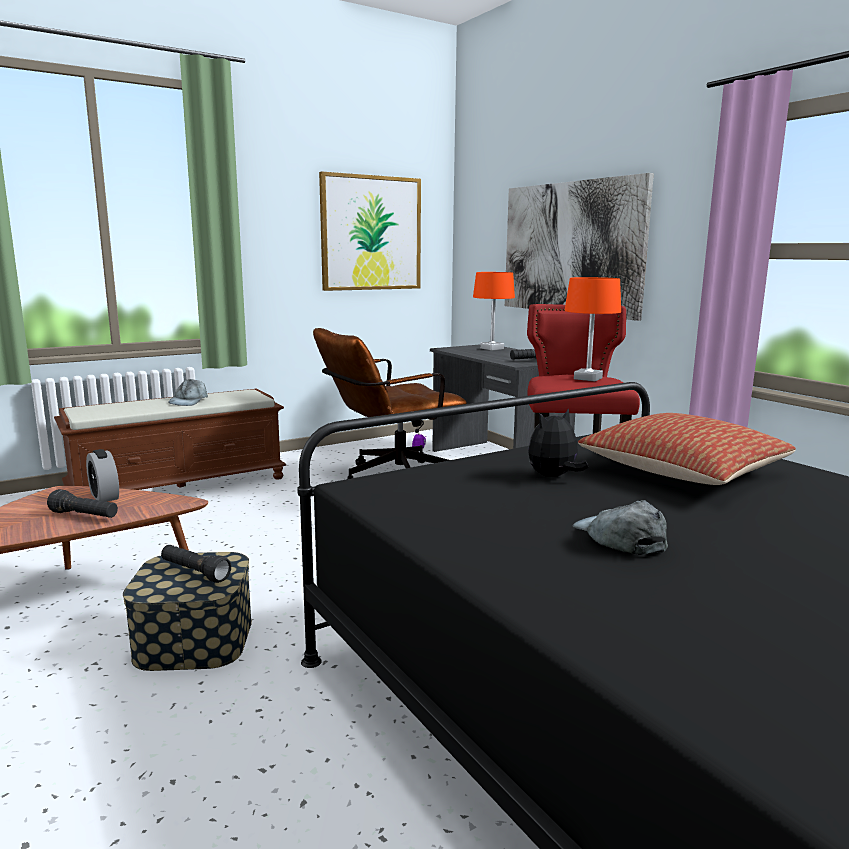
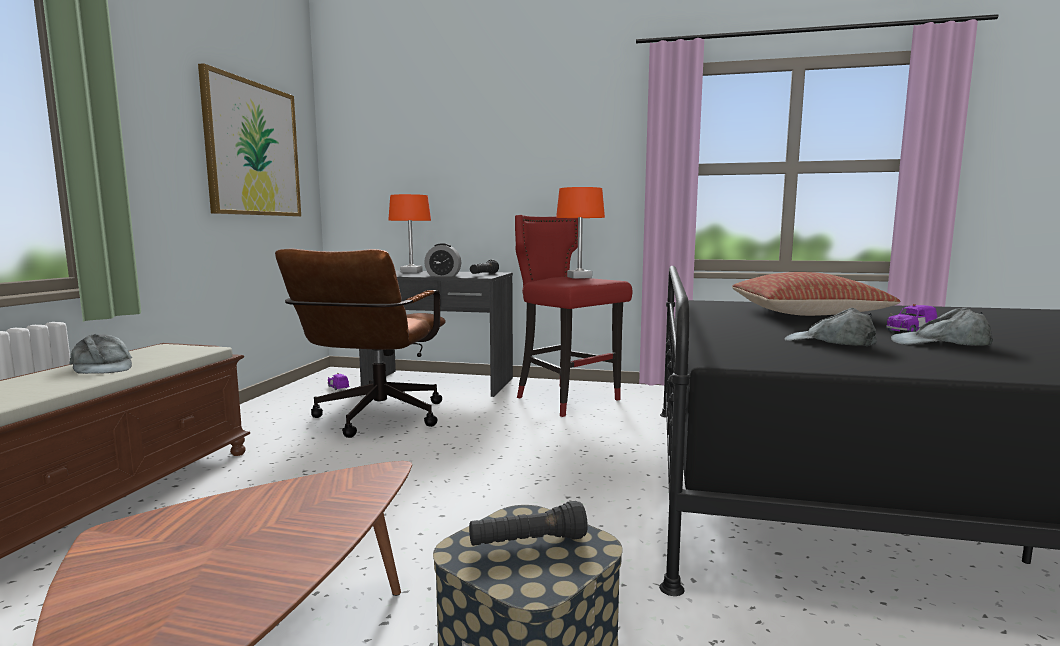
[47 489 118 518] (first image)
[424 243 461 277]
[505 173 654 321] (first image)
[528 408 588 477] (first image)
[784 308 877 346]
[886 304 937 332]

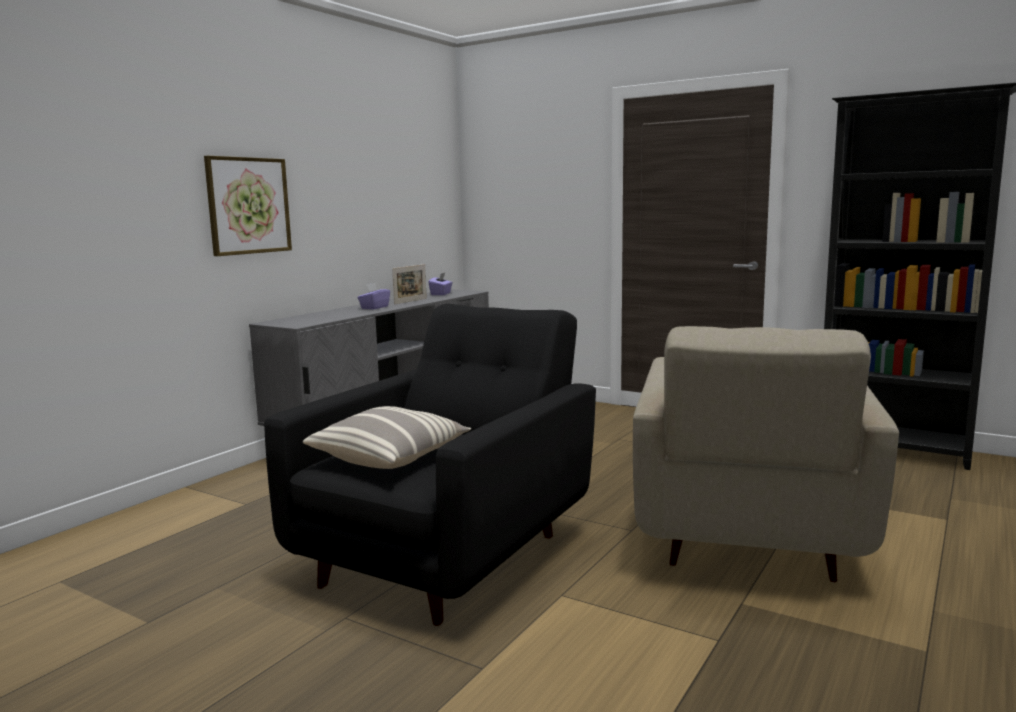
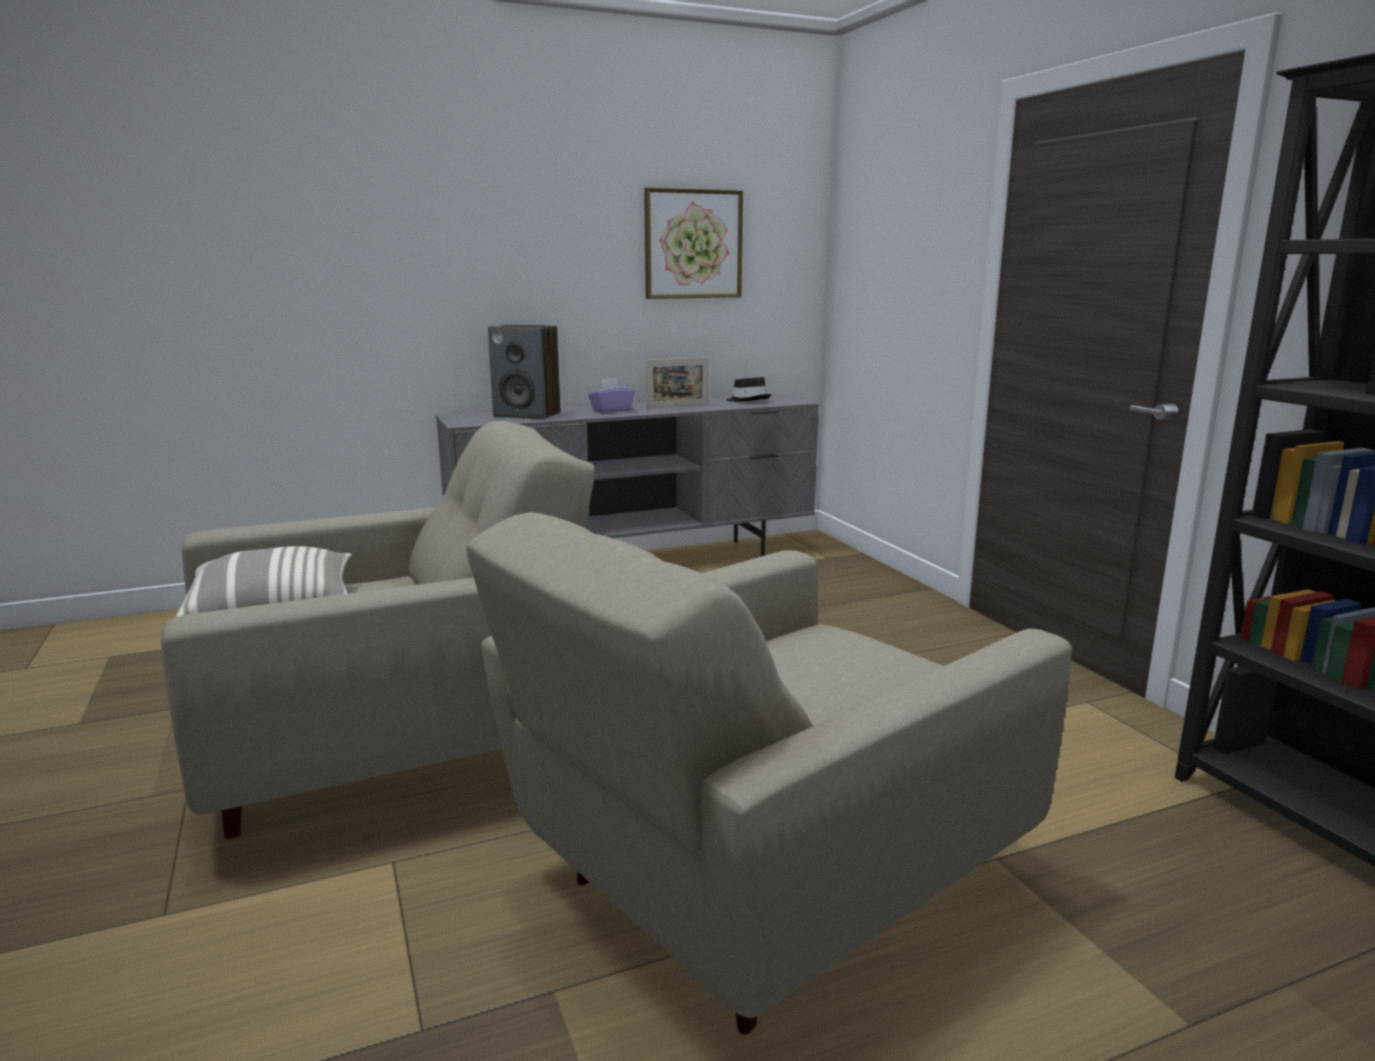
[644 188 743 299]
[161 421 595 839]
[727 377 771 402]
[488 325 560 419]

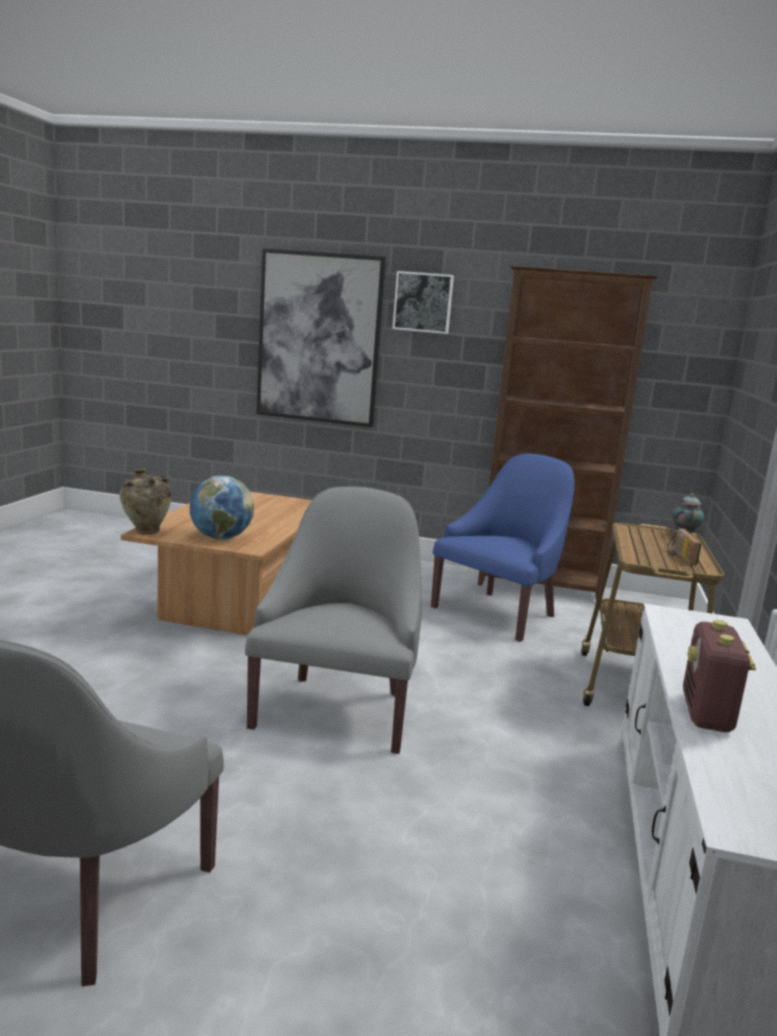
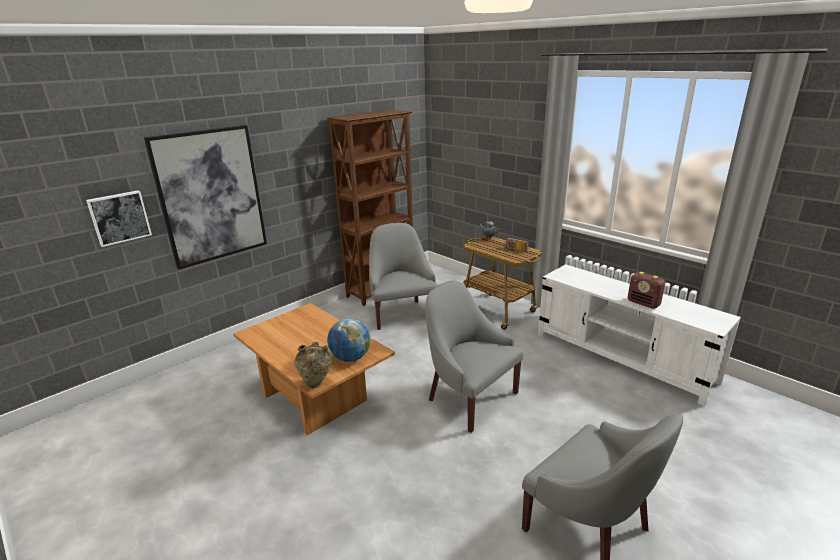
[86 190 152 247]
[369 223 438 330]

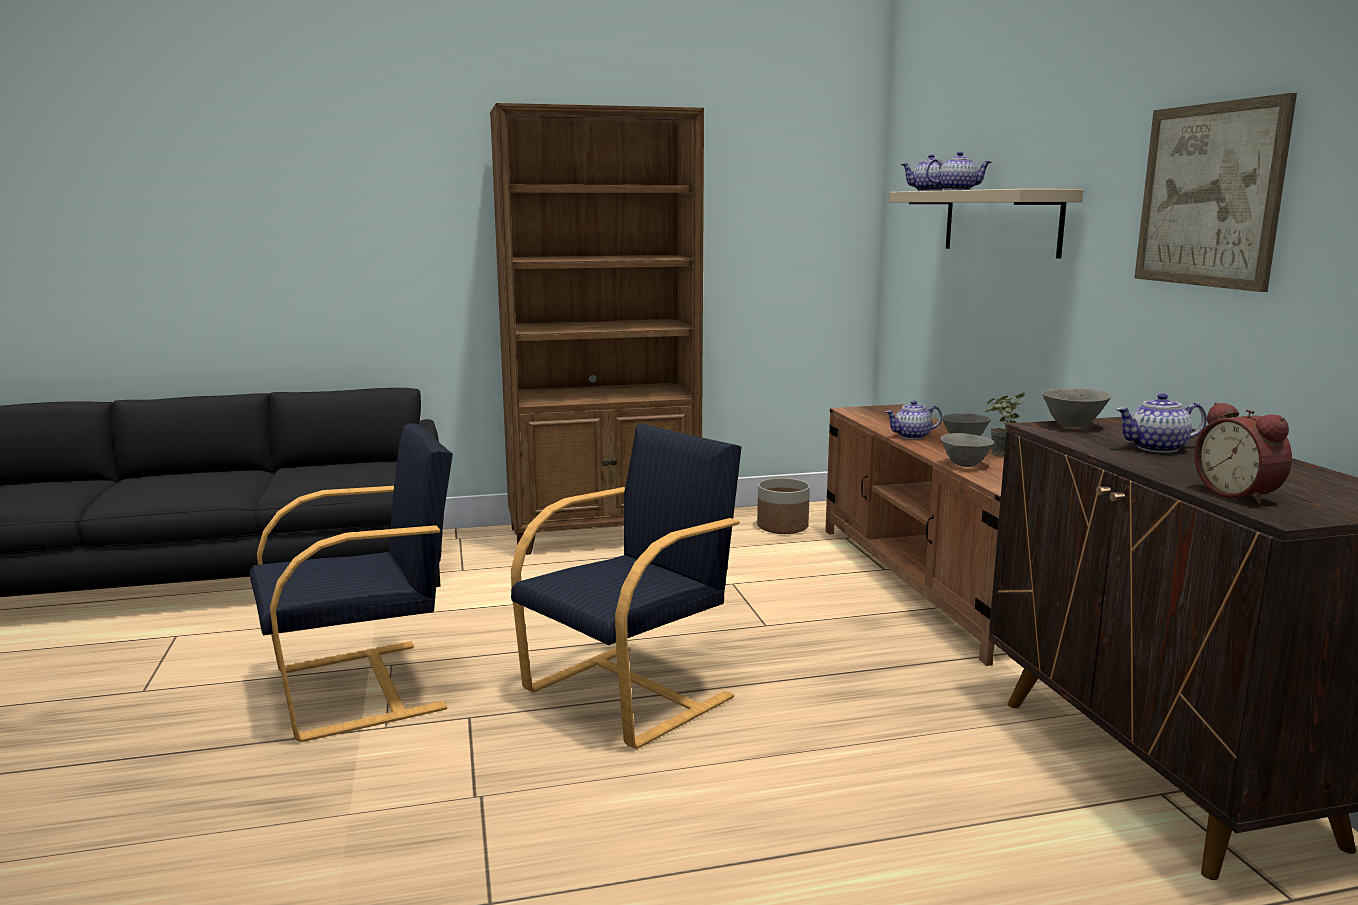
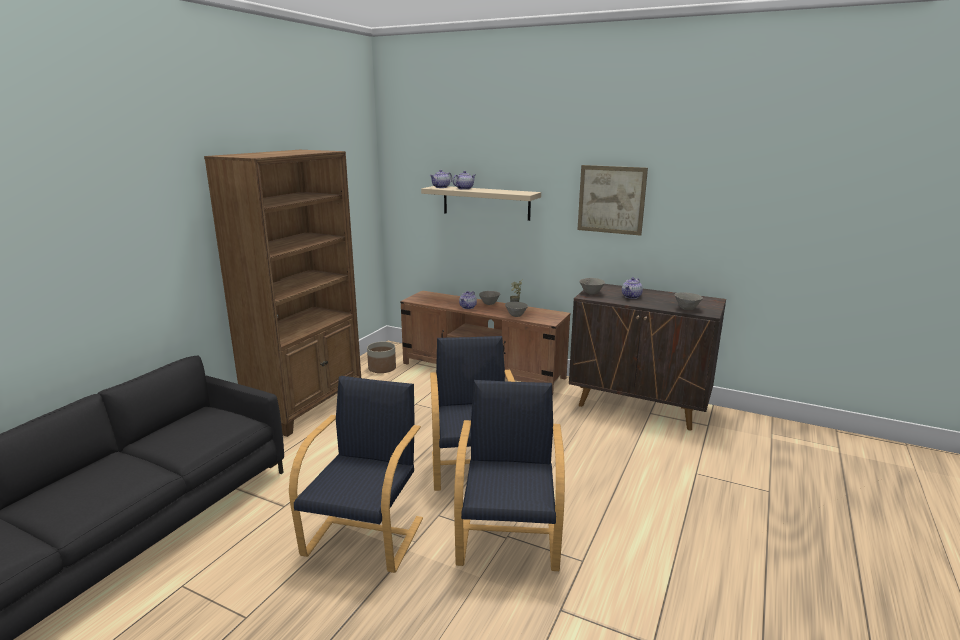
[675 293 703 310]
[454 380 565 571]

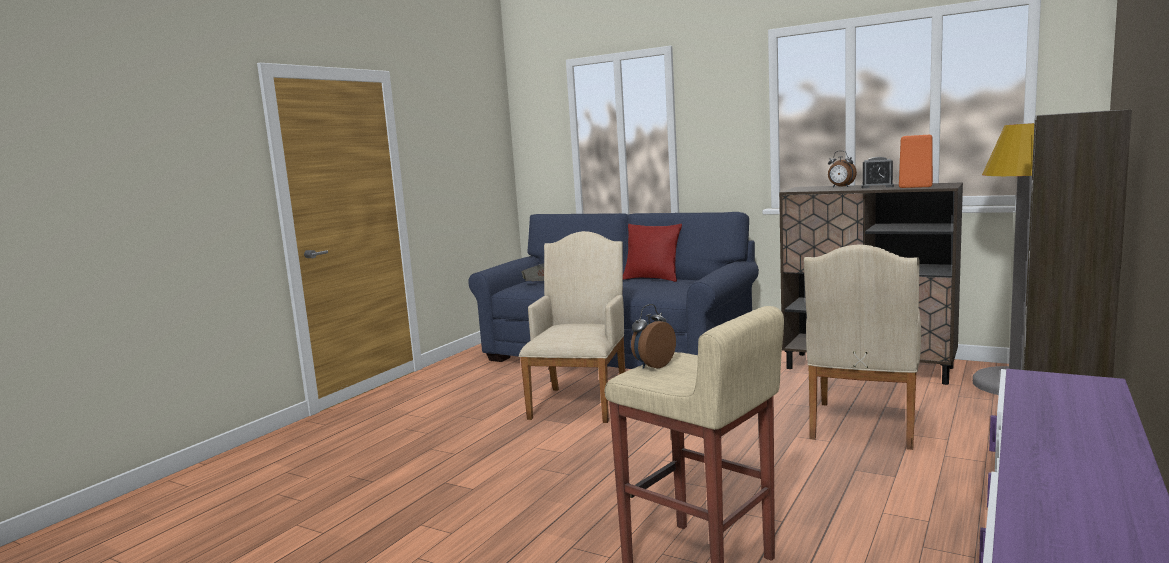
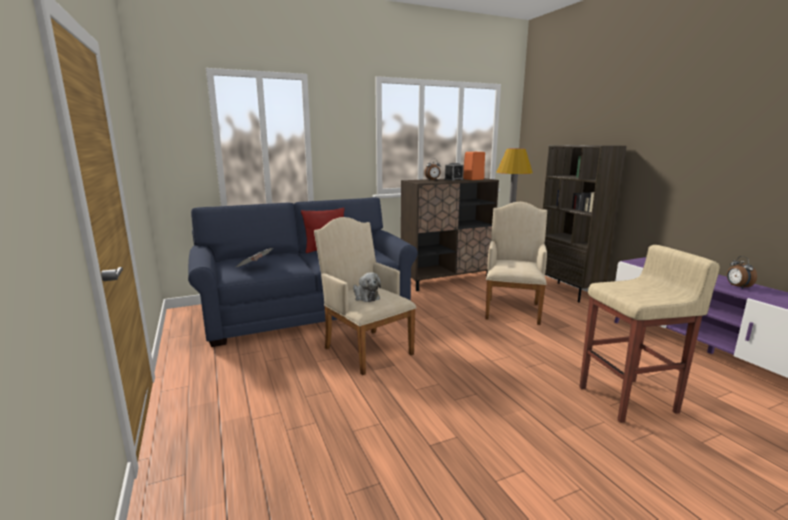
[727 256 757 289]
[485 202 547 325]
[353 272 381 302]

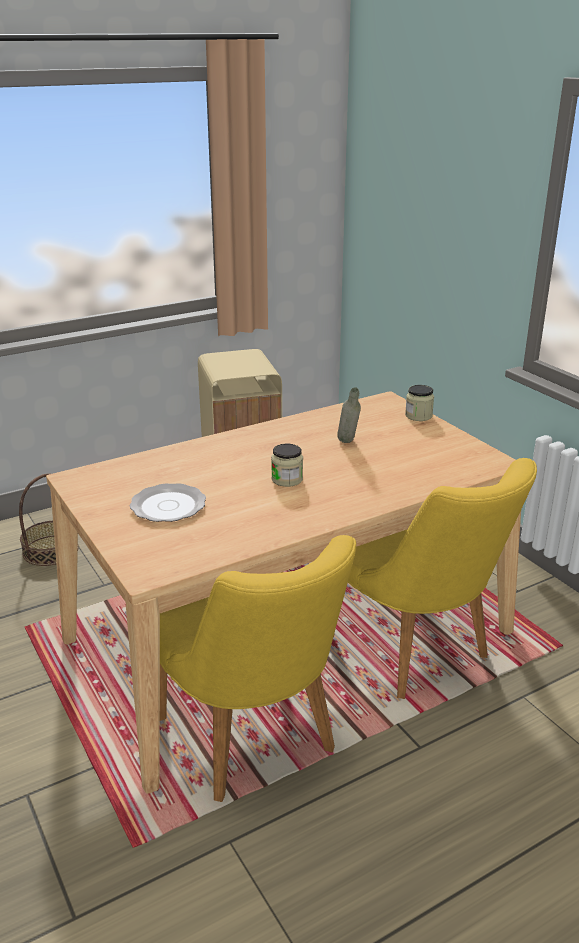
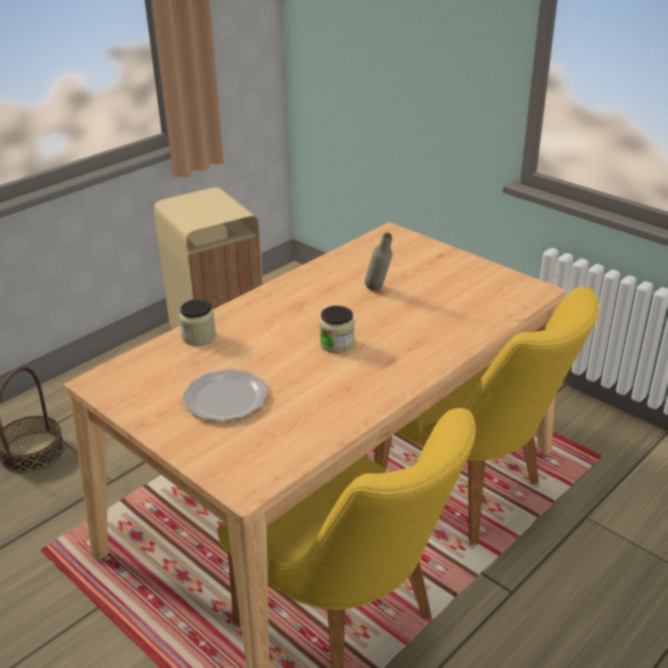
[179 299 216 346]

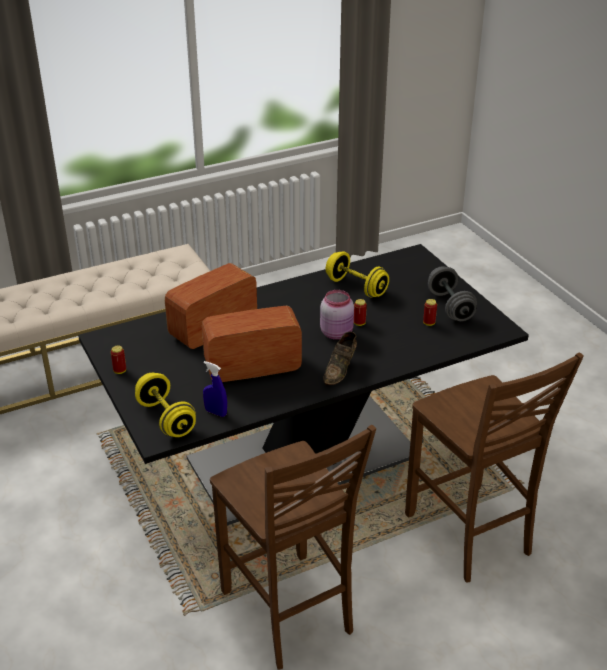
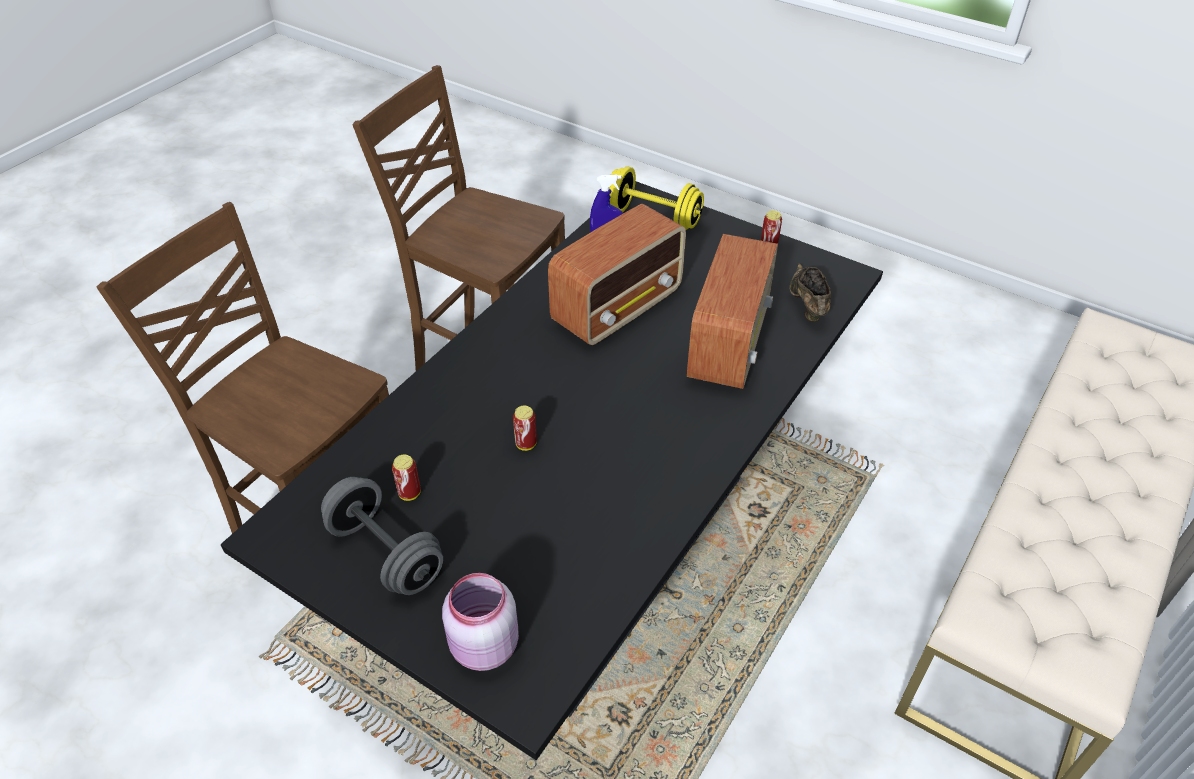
[442 573 519 671]
[789 264 831 322]
[326 251 389 297] (first image)

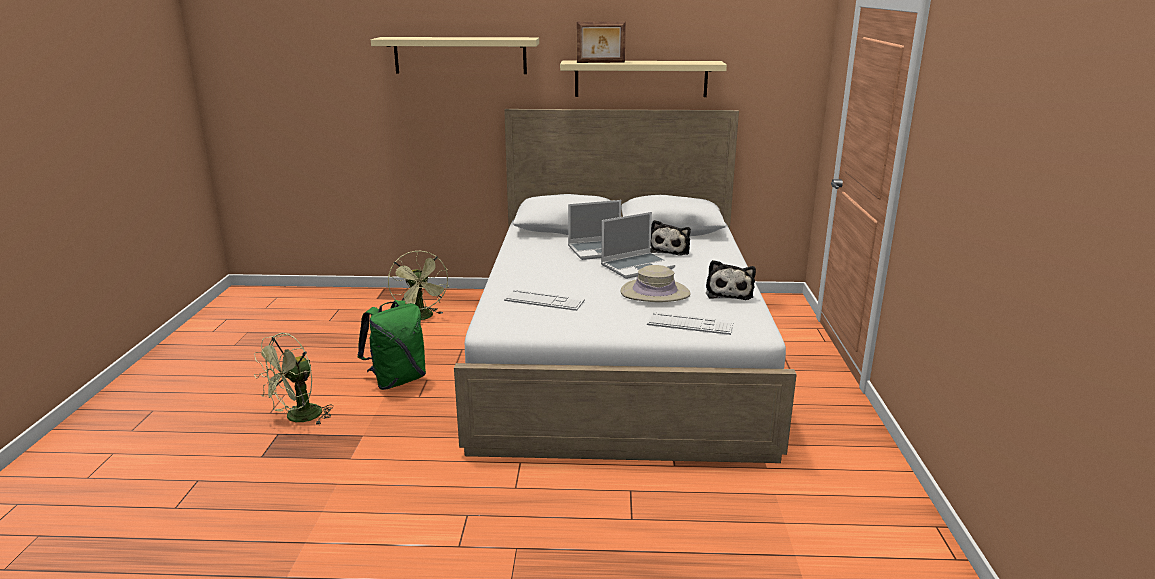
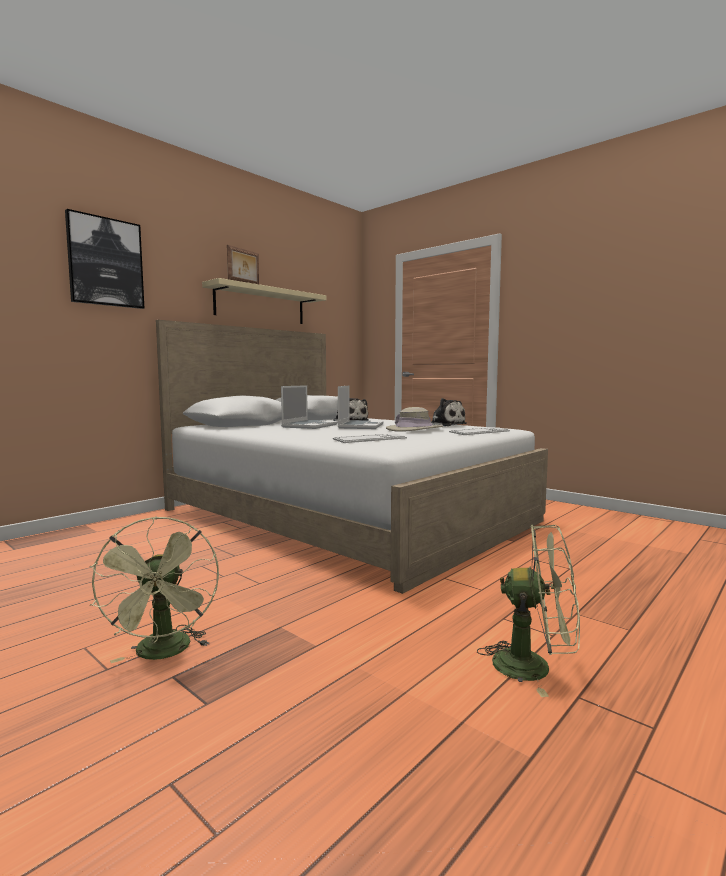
[357 300 426 390] (first image)
[65 209 144 309]
[477 524 580 697]

